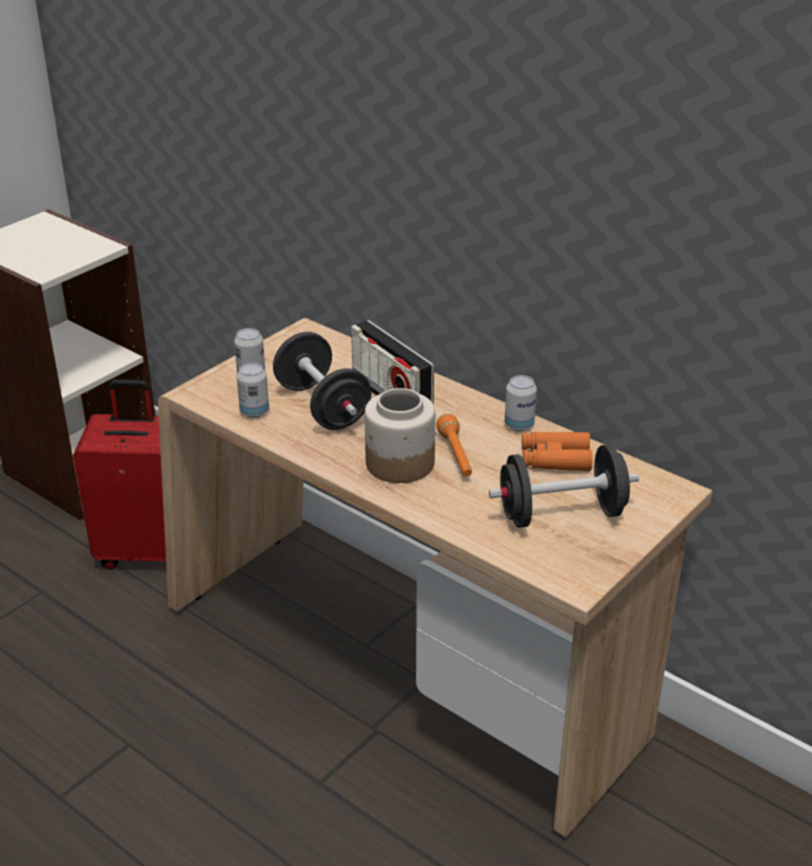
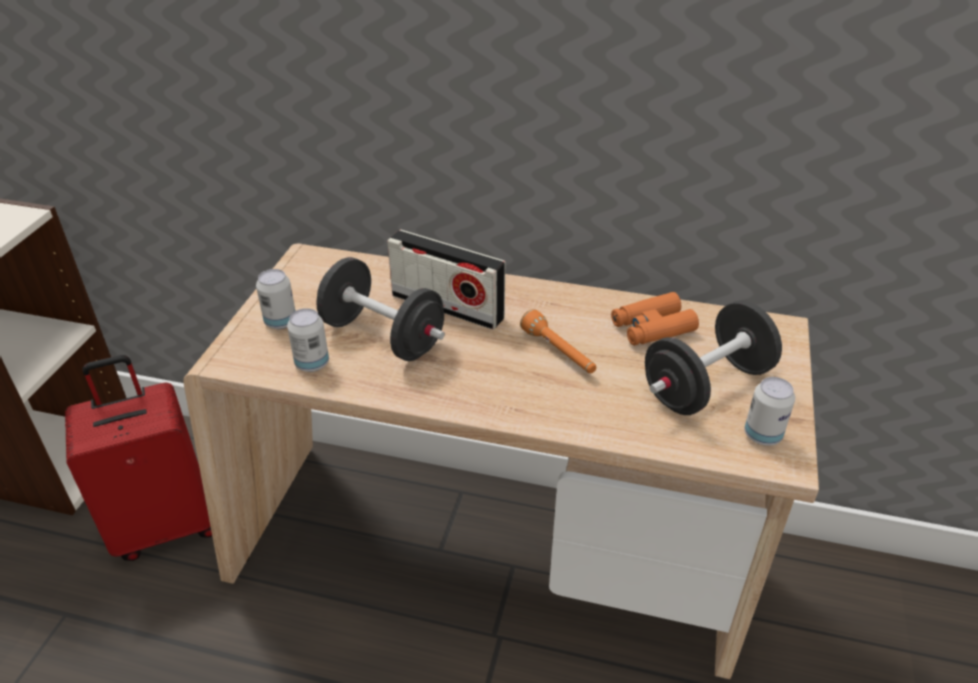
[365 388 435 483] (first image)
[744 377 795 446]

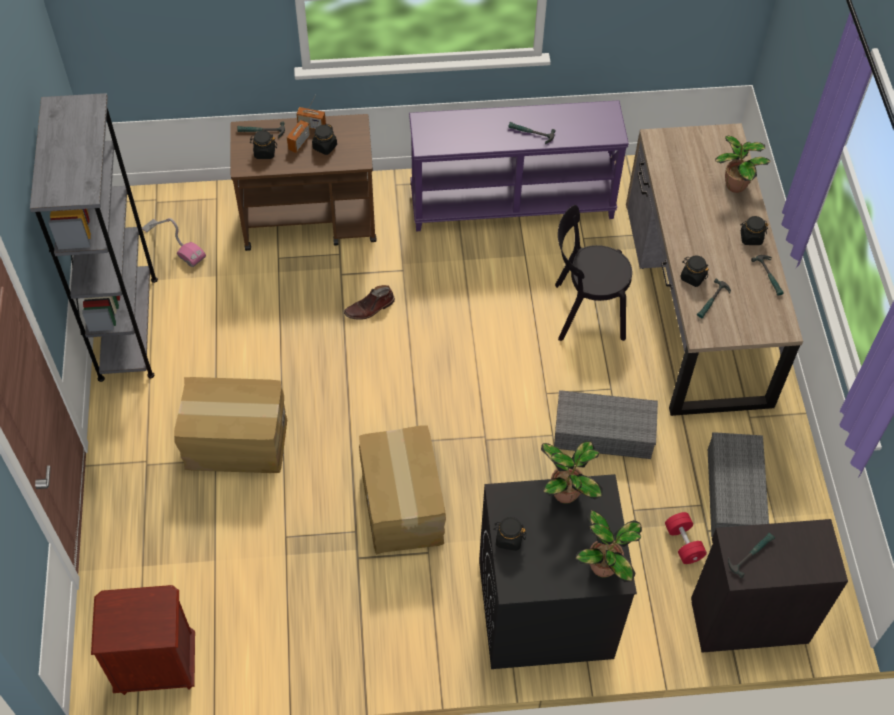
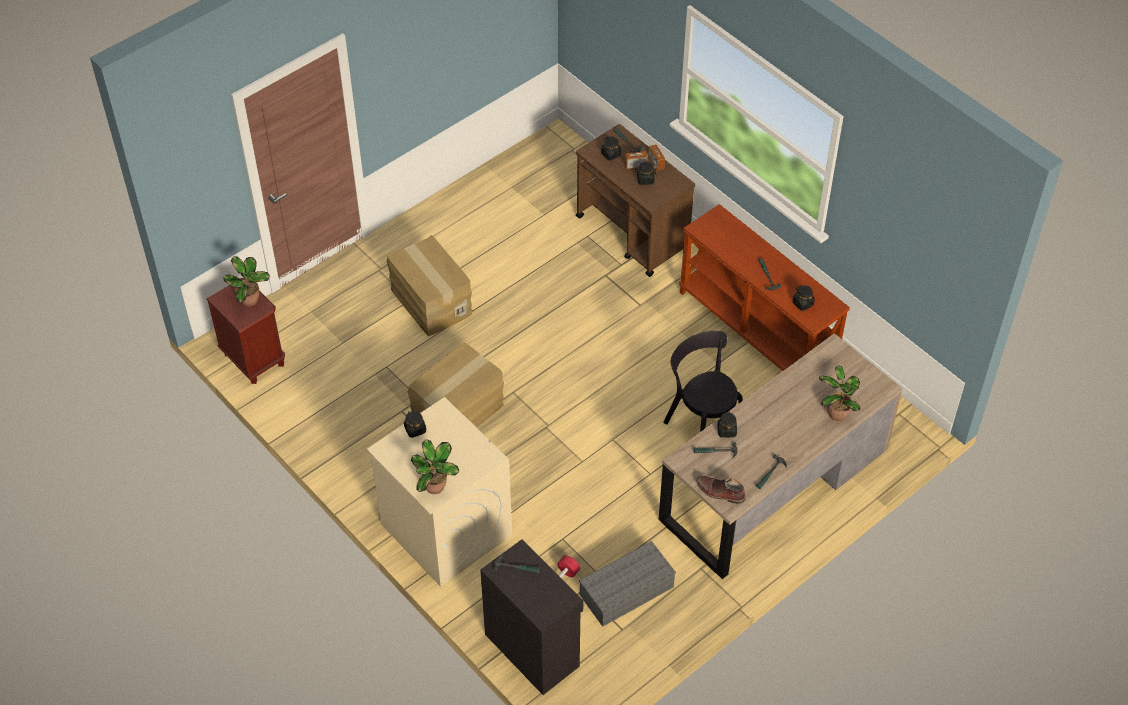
[30 93 158 382] (first image)
[142 218 206 267] (first image)
[696 475 746 504]
[679 204 850 371]
[367 397 512 587]
[223 256 270 307]
[554 390 658 459] (first image)
[793 285 815 311]

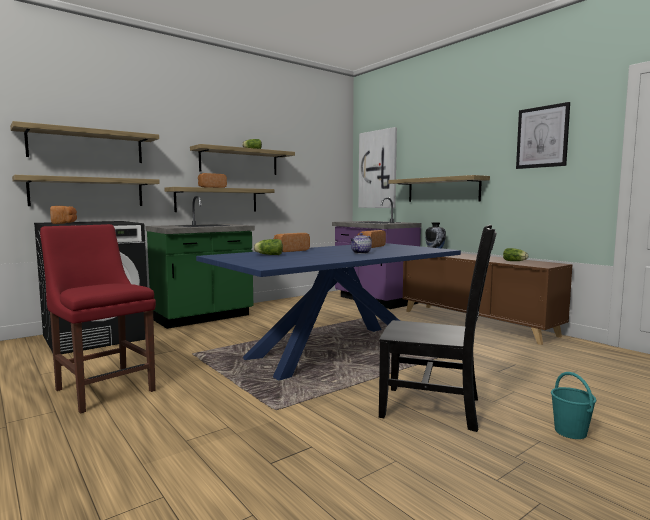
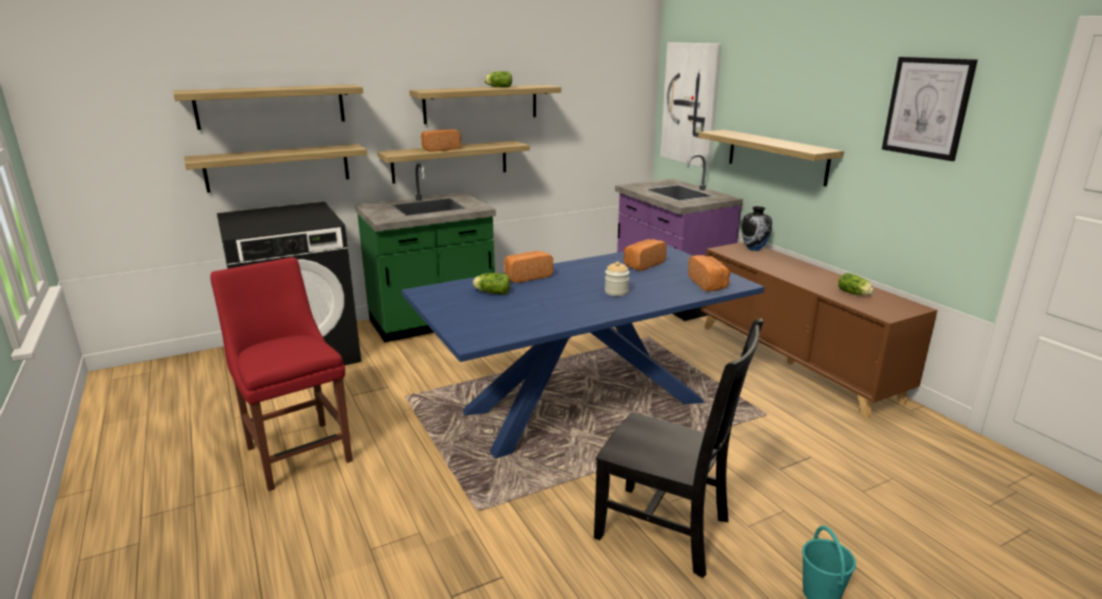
[688 255 730 292]
[605 261 629 296]

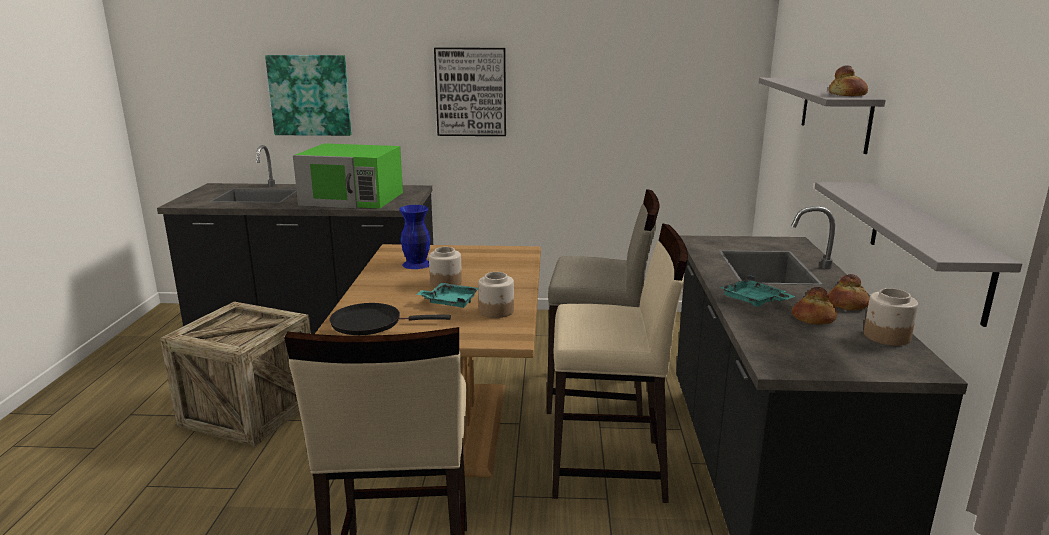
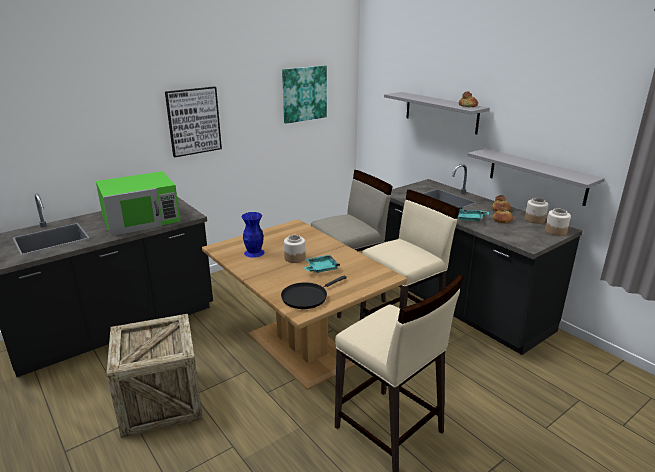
[282 66 327 124]
[545 209 571 236]

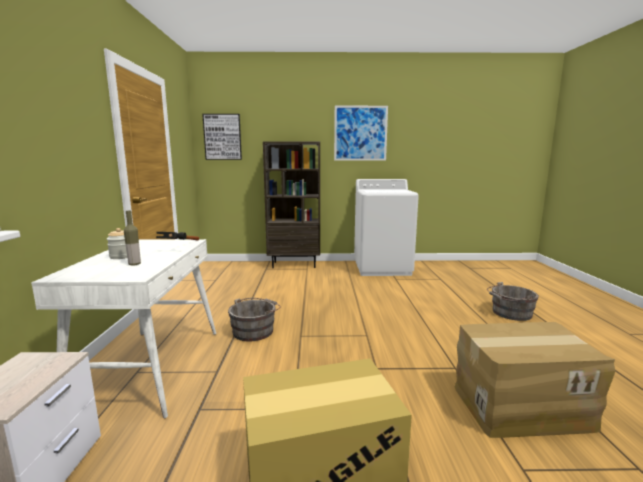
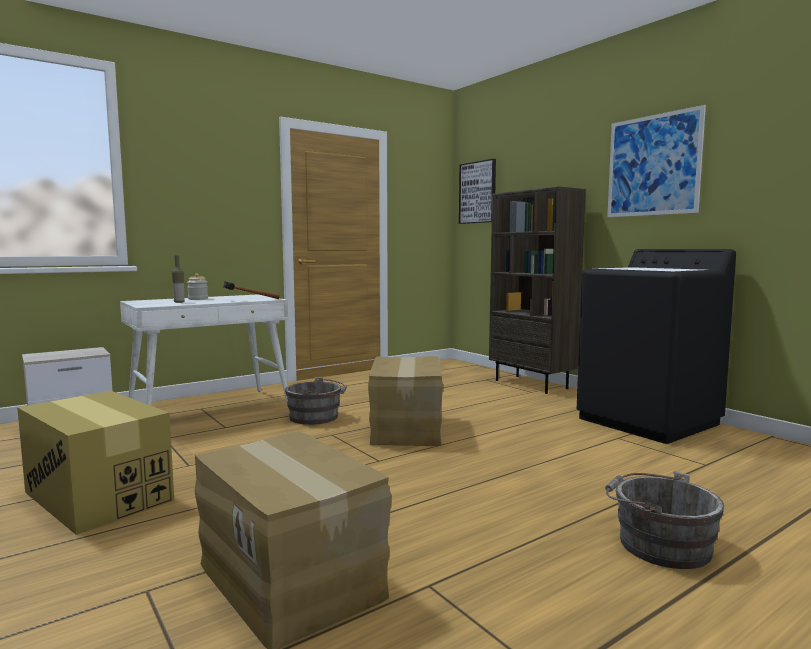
[577 249 736 444]
[368 356 443 446]

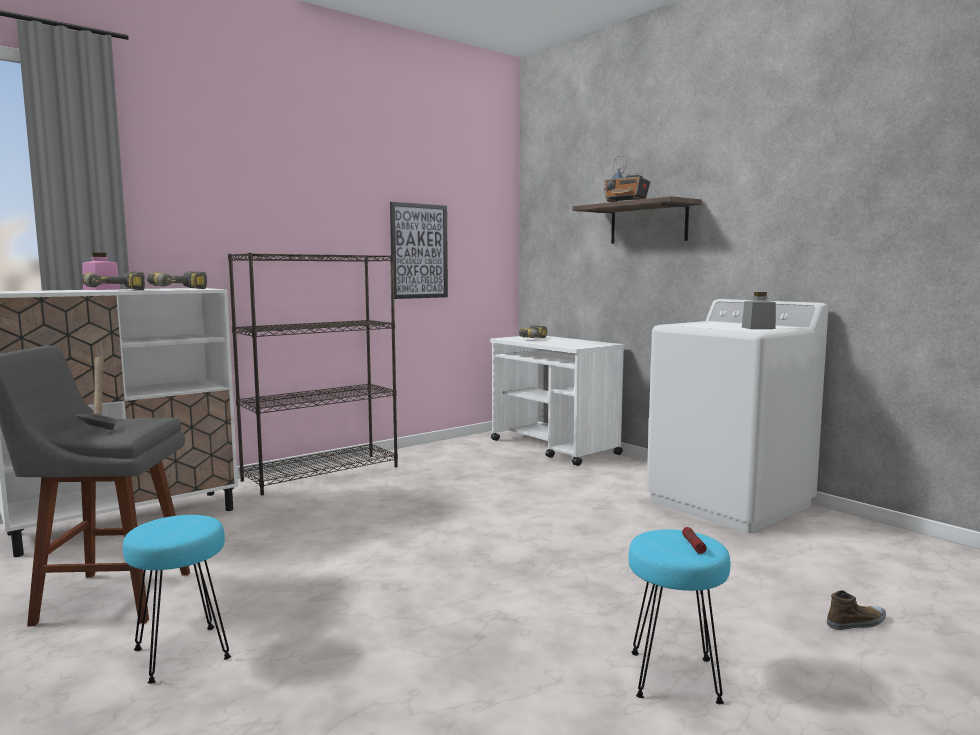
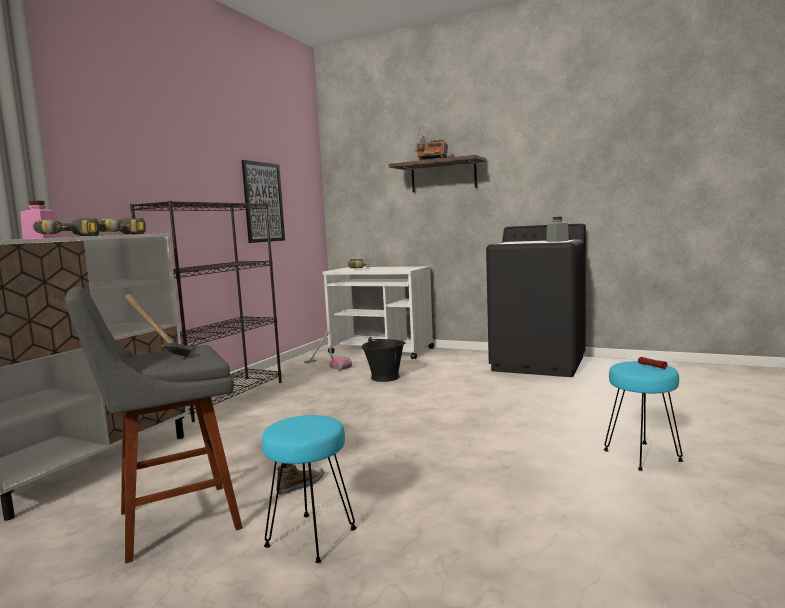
[486 223 586 377]
[276 463 324 495]
[304 332 352 371]
[362 337 405 382]

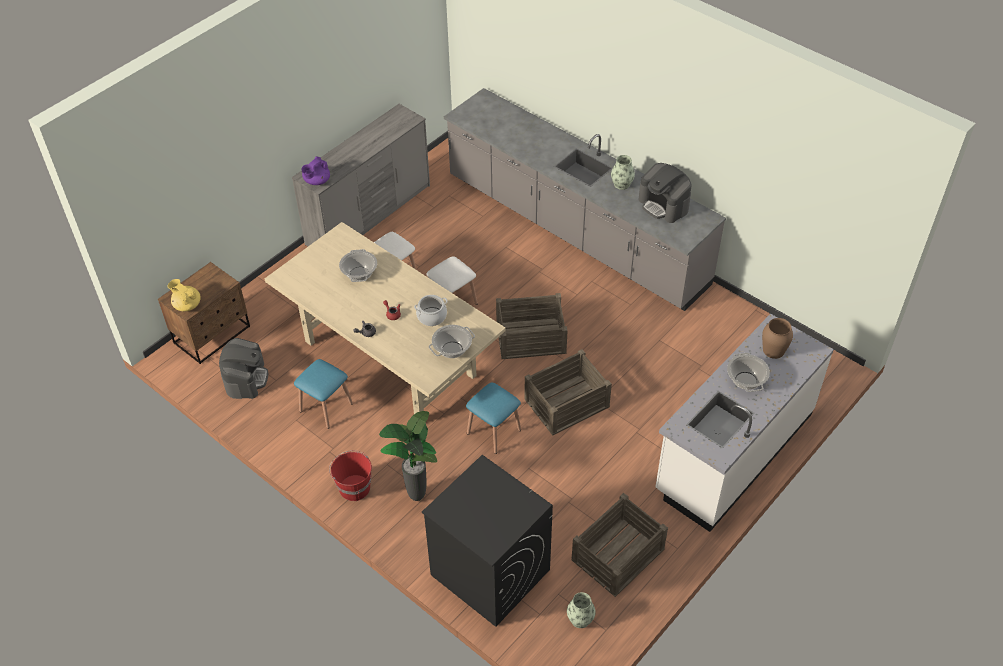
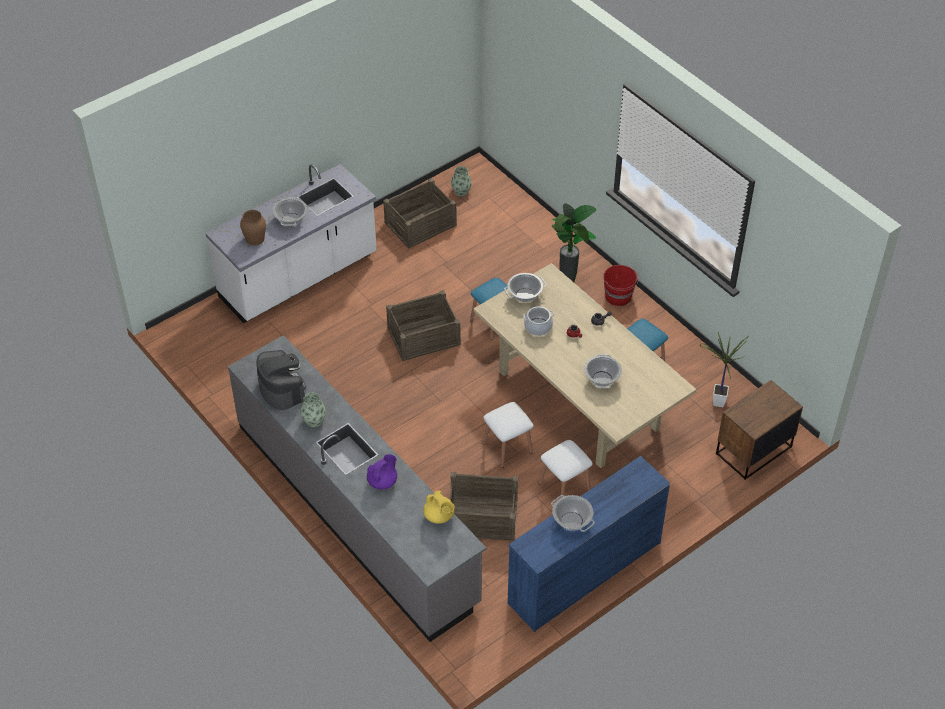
[423 491 455 524]
[699 332 749 407]
[508 456 670 632]
[367 454 397 489]
[421 455 553 627] (first image)
[450 472 518 541]
[551 495 595 532]

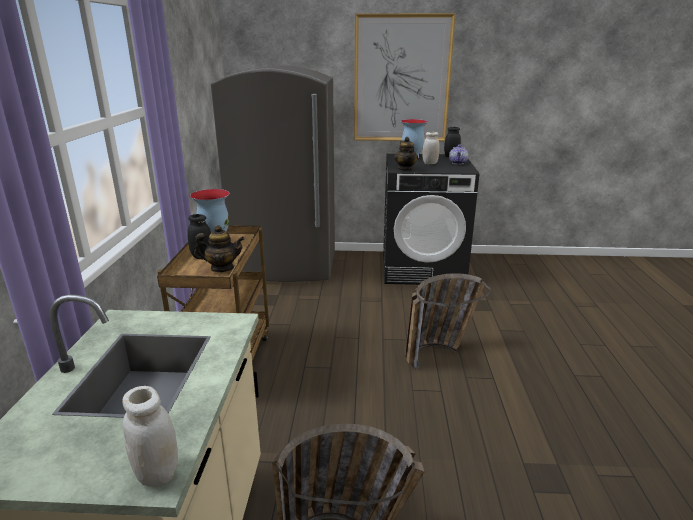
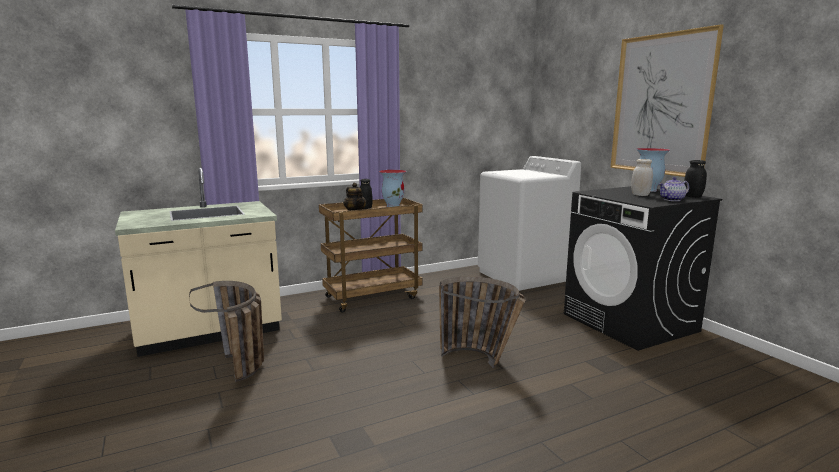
[122 386 178 487] (first image)
[478 156 581 291]
[394 137 418 171] (first image)

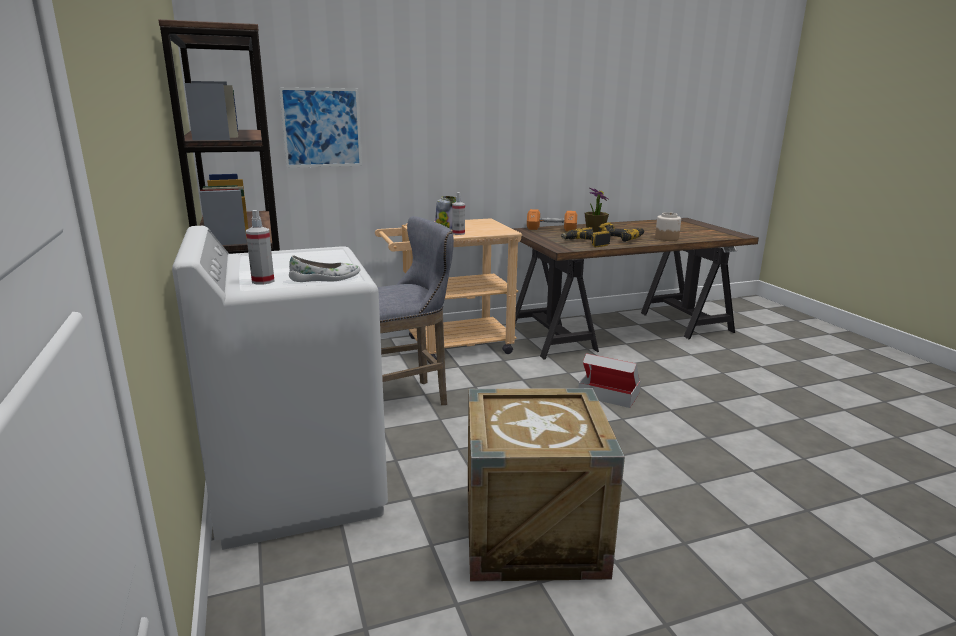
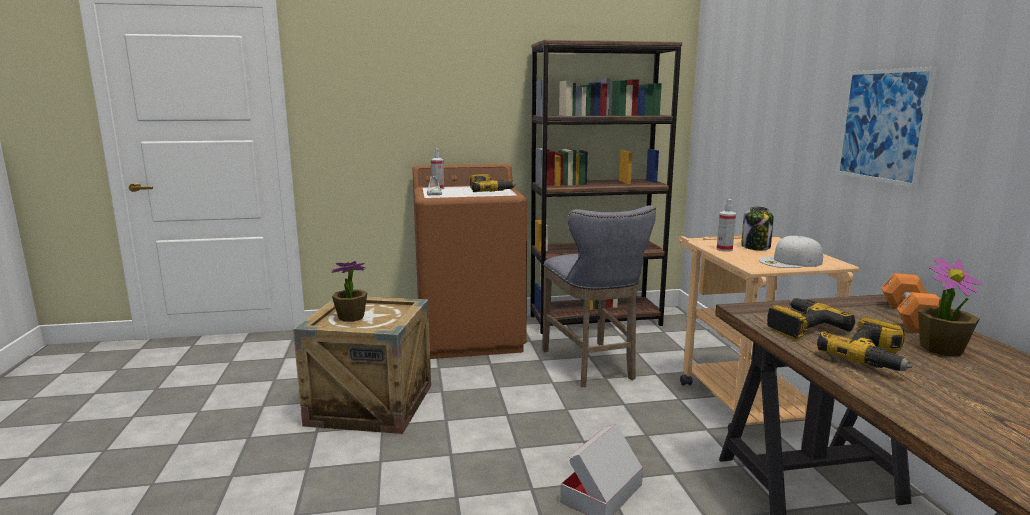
[412 164 527 359]
[836 67 937 188]
[655 212 681 241] (first image)
[332 261 367 322]
[470 174 516 192]
[759 236 823 268]

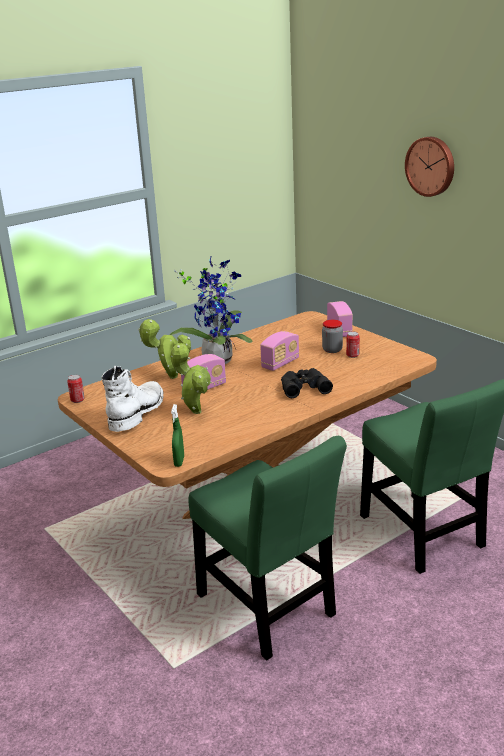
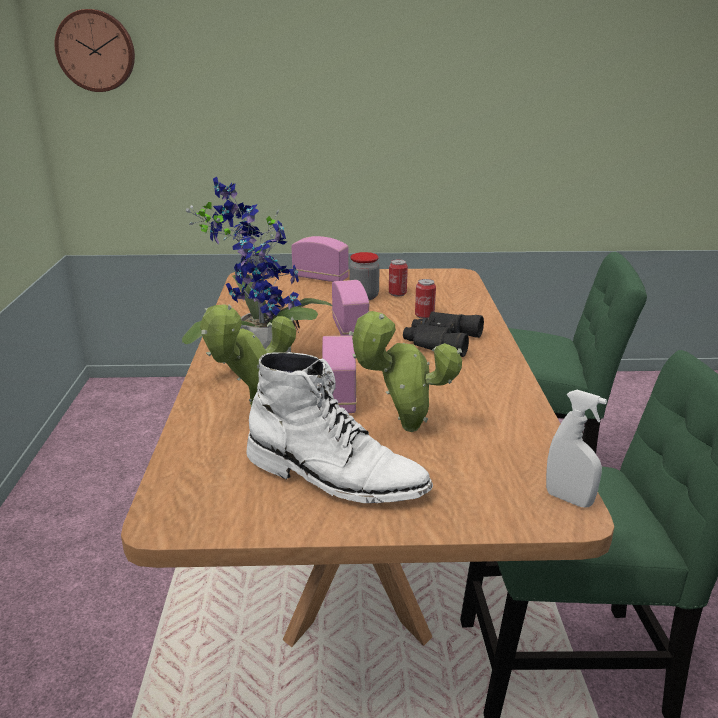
[415 279 436 319]
[247 352 433 503]
[546 390 607 508]
[54 9 135 92]

